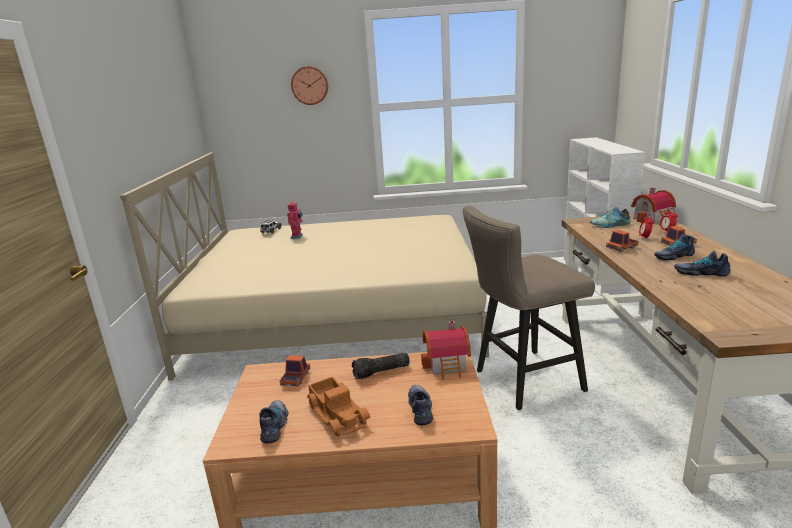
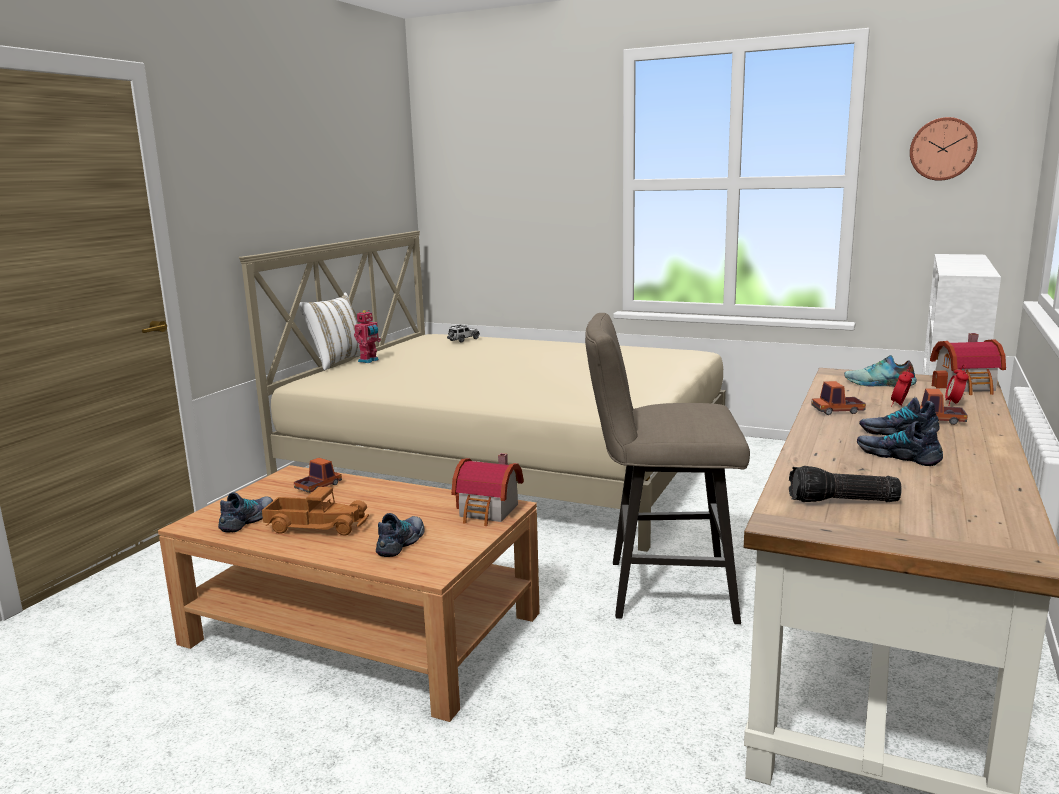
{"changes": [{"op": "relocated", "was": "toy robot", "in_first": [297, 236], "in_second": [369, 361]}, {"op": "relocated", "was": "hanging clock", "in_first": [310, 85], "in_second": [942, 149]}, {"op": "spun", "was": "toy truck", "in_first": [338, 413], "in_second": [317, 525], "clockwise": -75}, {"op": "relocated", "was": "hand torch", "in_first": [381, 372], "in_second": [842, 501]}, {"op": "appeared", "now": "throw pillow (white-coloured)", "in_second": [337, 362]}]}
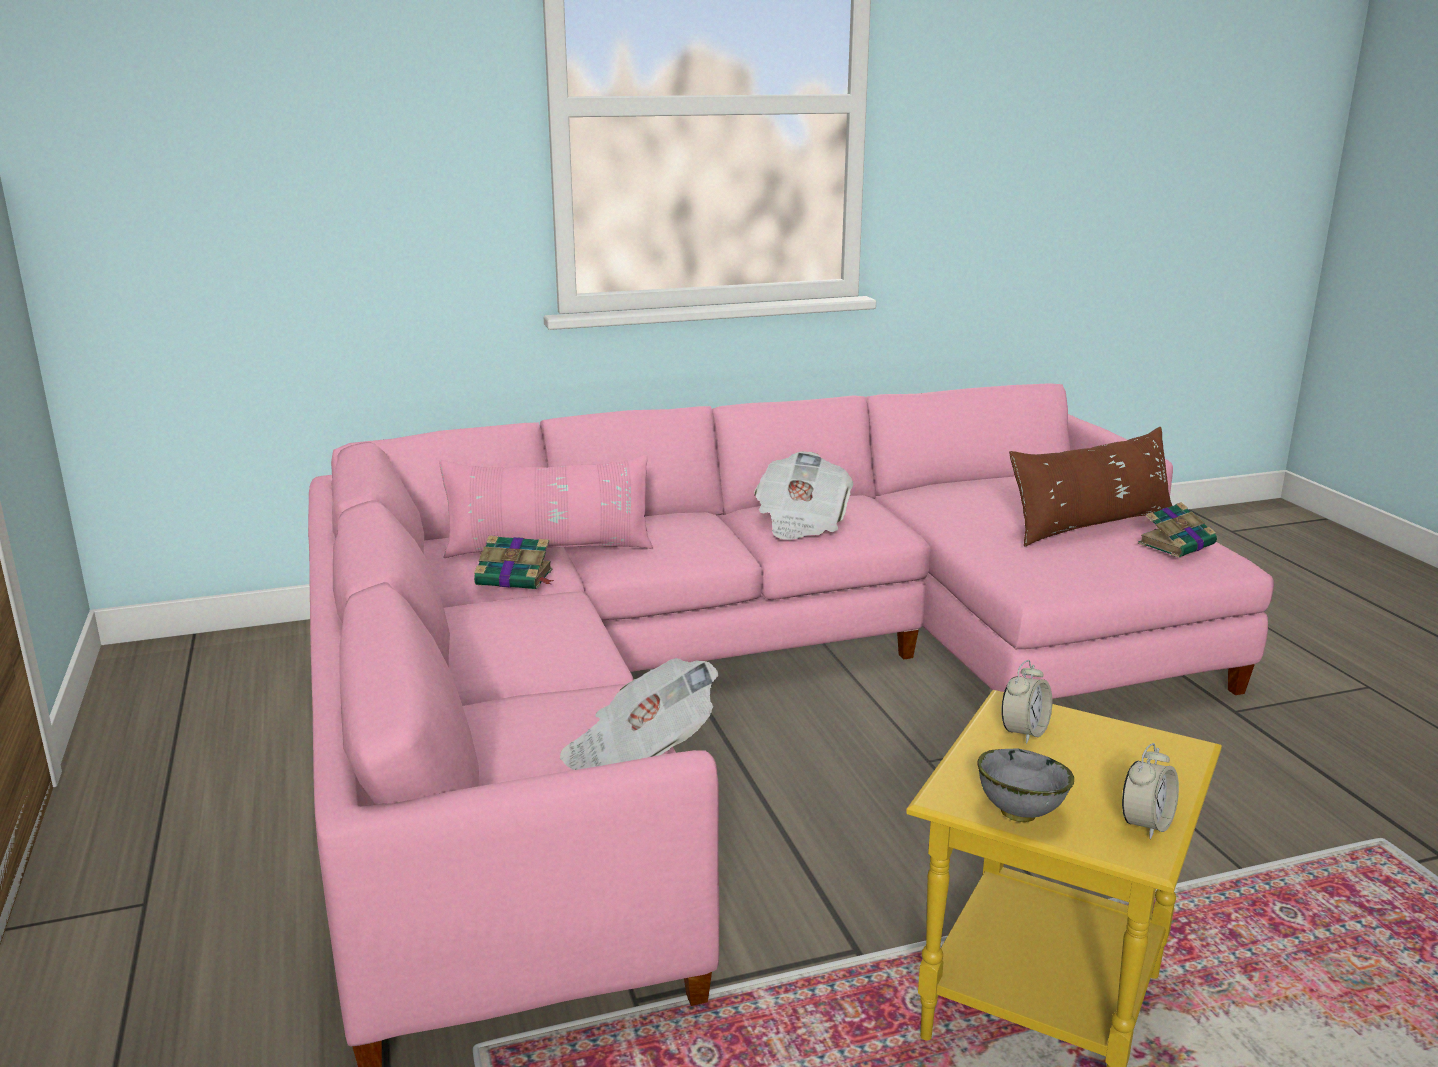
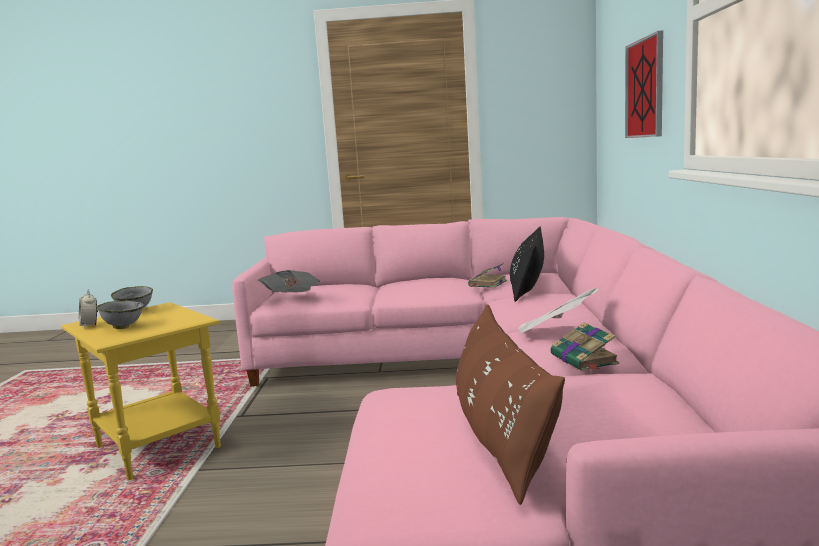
{"changes": [{"op": "colour", "was": "throw pillow (pink)", "now": "throw pillow (blackish)", "in_first": [549, 548], "in_second": [527, 287]}, {"op": "missing", "was": "bedside clock", "in_first": [1024, 732]}, {"op": "relocated", "was": "bound book", "in_first": [1177, 544], "in_second": [584, 360]}, {"op": "appeared", "now": "deep dish (gray)", "in_second": [123, 327]}, {"op": "appeared", "now": "wall picture", "in_second": [644, 88]}]}
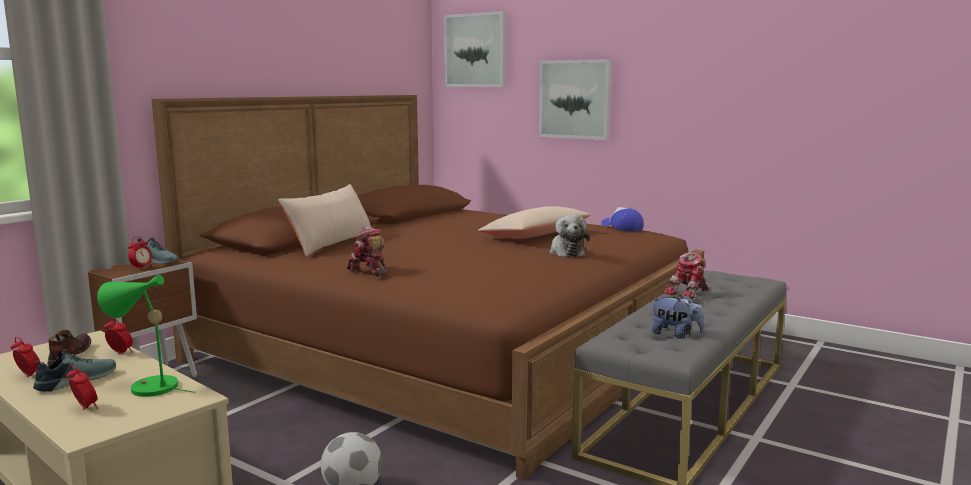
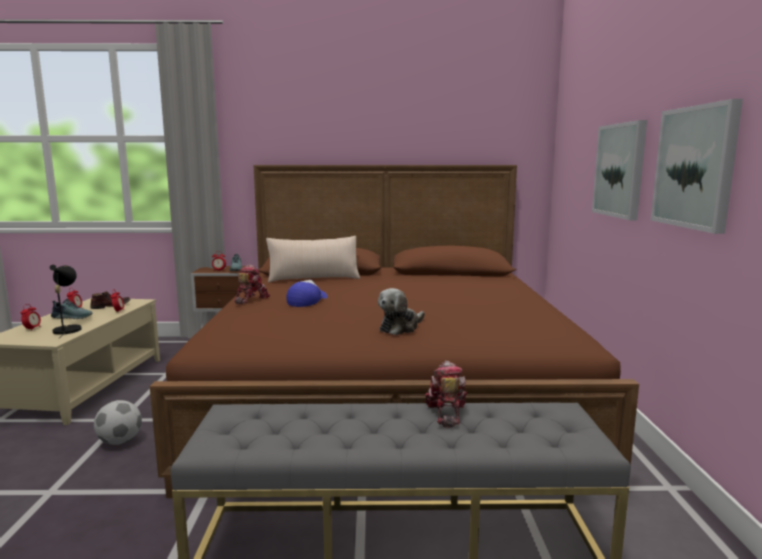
{"changes": [{"op": "colour", "was": "table lamp (green-coloured)", "now": "table lamp (blackish)", "in_first": [147, 387], "in_second": [67, 329]}, {"op": "relocated", "was": "wall picture", "in_first": [476, 50], "in_second": [695, 167]}, {"op": "missing", "was": "throw pillow (sand-coloured)", "in_first": [536, 235]}, {"op": "relocated", "was": "baseball cap", "in_first": [621, 227], "in_second": [307, 301]}, {"op": "missing", "was": "soft toy", "in_first": [676, 334]}, {"op": "spun", "was": "toy robot", "in_first": [689, 293], "in_second": [445, 413], "clockwise": 75}]}
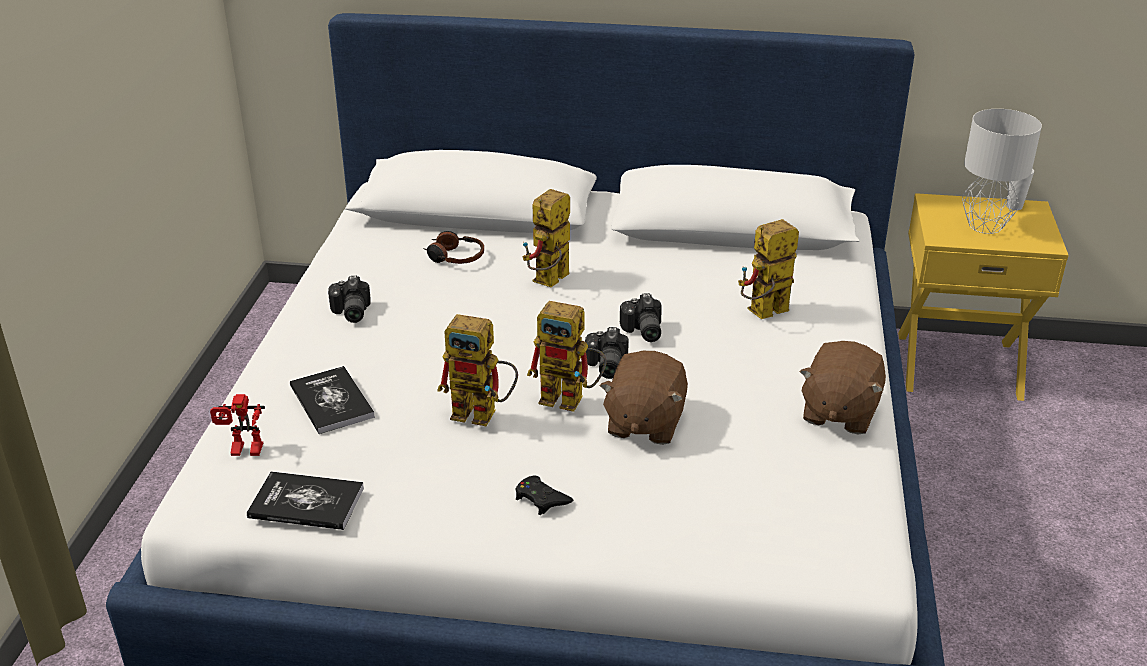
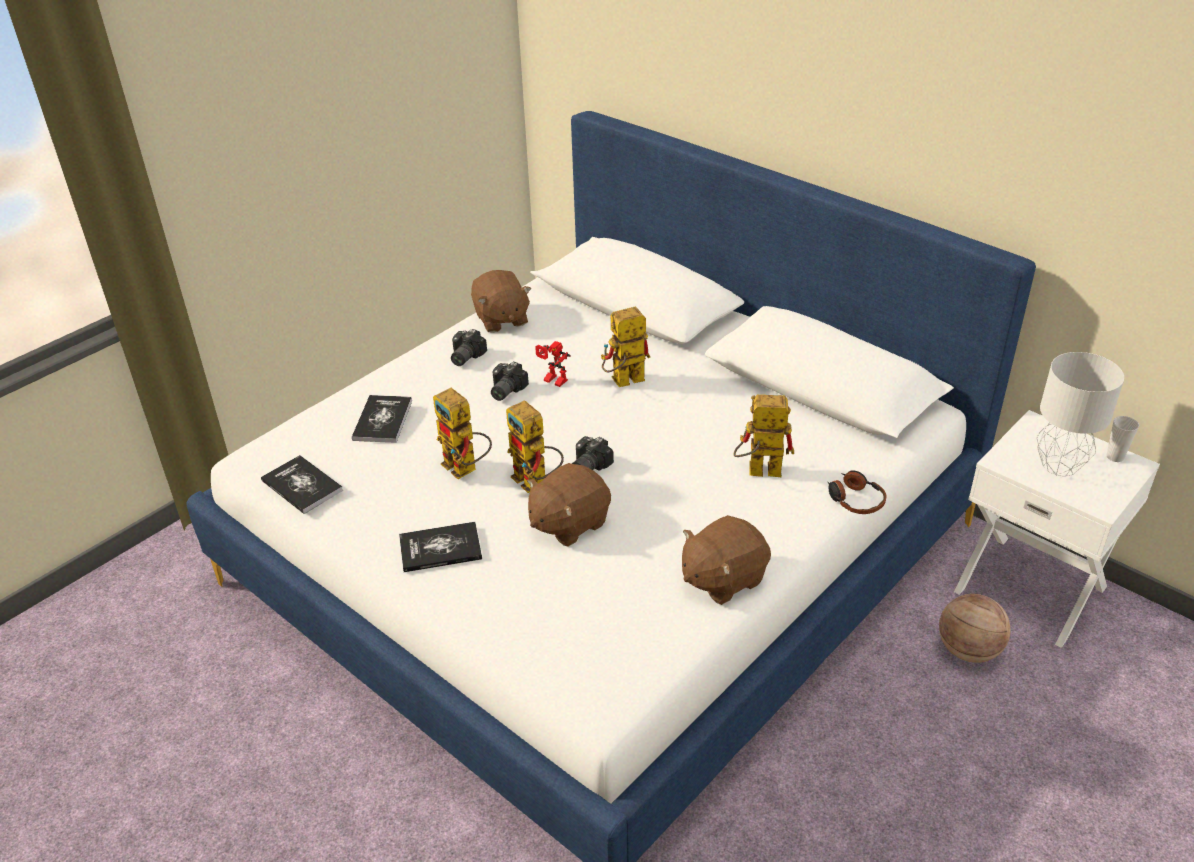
{"changes": [{"op": "relocated", "was": "toy robot", "in_first": [244, 452], "in_second": [552, 381]}, {"op": "relocated", "was": "pair of headphones", "in_first": [455, 257], "in_second": [855, 500]}, {"op": "exchanged", "was": "gamepad (blackish)", "now": "bound book", "in_first": [541, 499], "in_second": [440, 548]}, {"op": "relocated", "was": "still camera", "in_first": [642, 331], "in_second": [504, 390]}, {"op": "colour", "was": "bedside table (yellow-coloured)", "now": "bedside table (white-coloured)", "in_first": [958, 364], "in_second": [1031, 588]}, {"op": "appeared", "now": "soft toy (brown-coloured)", "in_second": [501, 319]}, {"op": "appeared", "now": "ball for basketball", "in_second": [968, 650]}]}
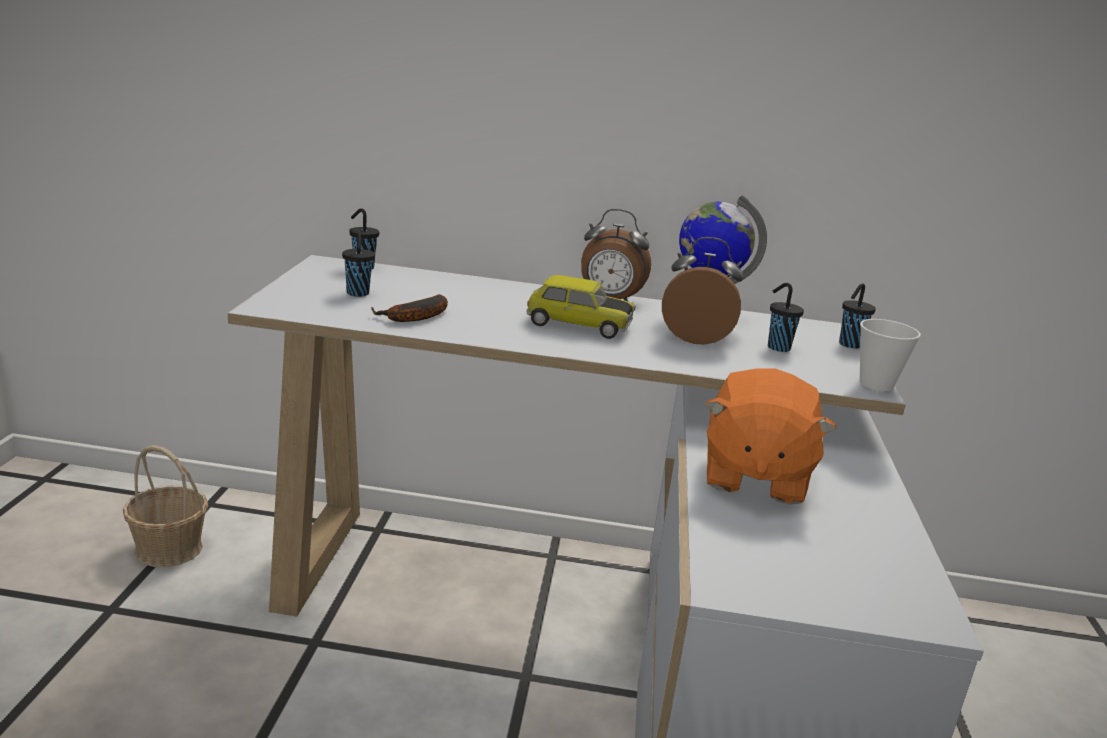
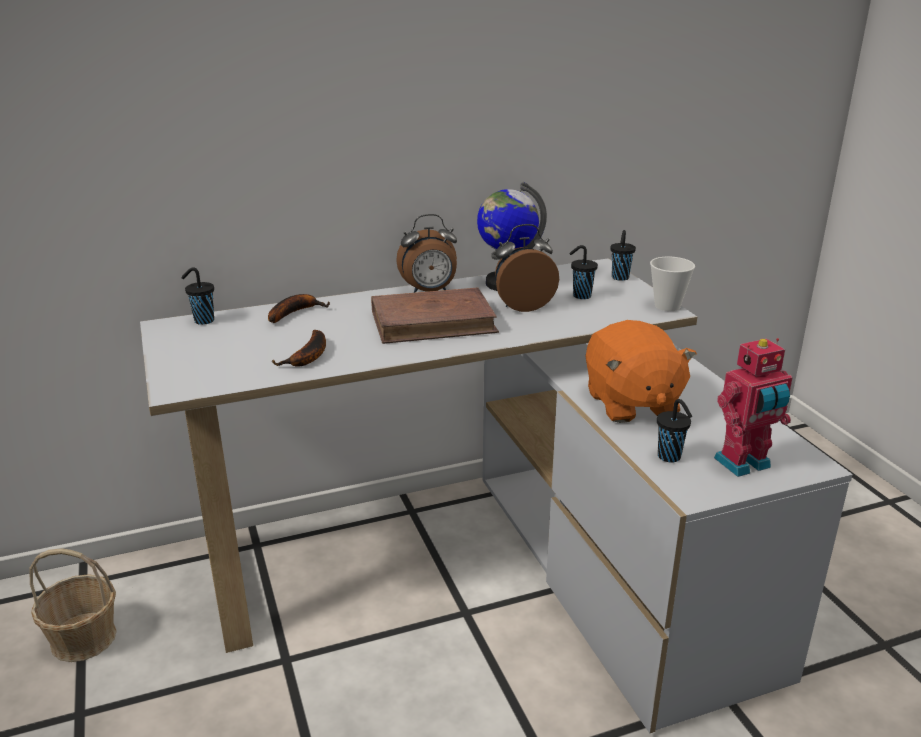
{"changes": [{"op": "relocated", "was": "cup (blackish)", "in_first": [358, 294], "in_second": [670, 457]}, {"op": "exchanged", "was": "model car", "now": "bound book (brown-coloured)", "in_first": [578, 325], "in_second": [433, 322]}, {"op": "appeared", "now": "whole banana", "in_second": [295, 312]}, {"op": "appeared", "now": "toy robot", "in_second": [744, 464]}]}
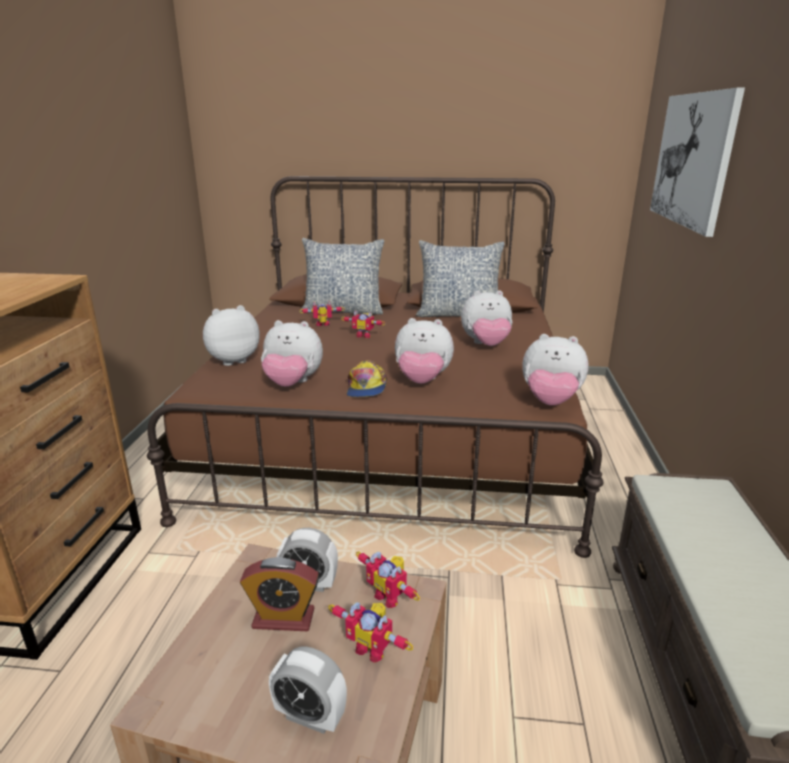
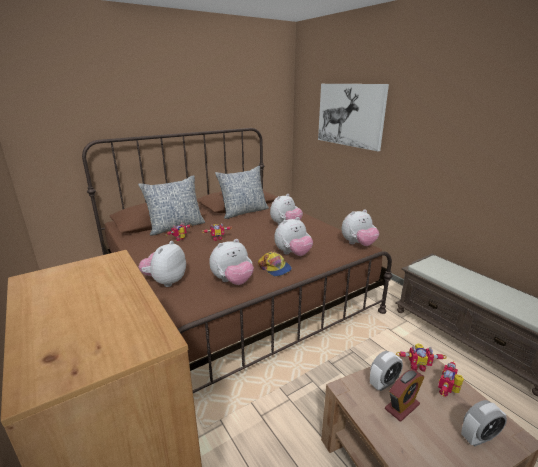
{"changes": [{"op": "spun", "was": "toy robot", "in_first": [372, 648], "in_second": [447, 392], "clockwise": 135}]}
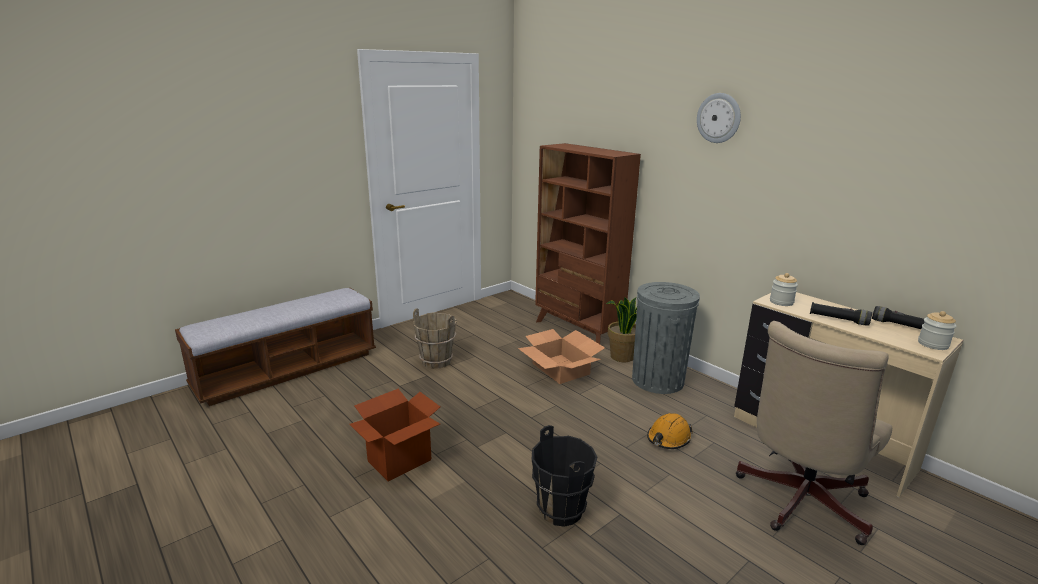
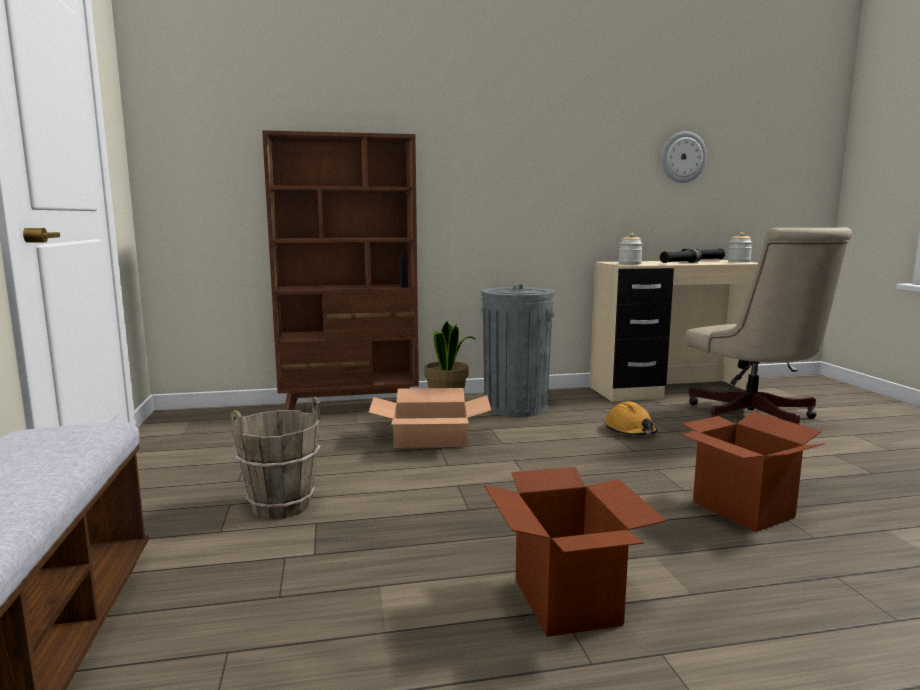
{"changes": [{"op": "exchanged", "was": "pail (blackish)", "now": "cardboard box", "in_first": [561, 510], "in_second": [742, 509]}, {"op": "relocated", "was": "hanging clock", "in_first": [719, 118], "in_second": [683, 157]}]}
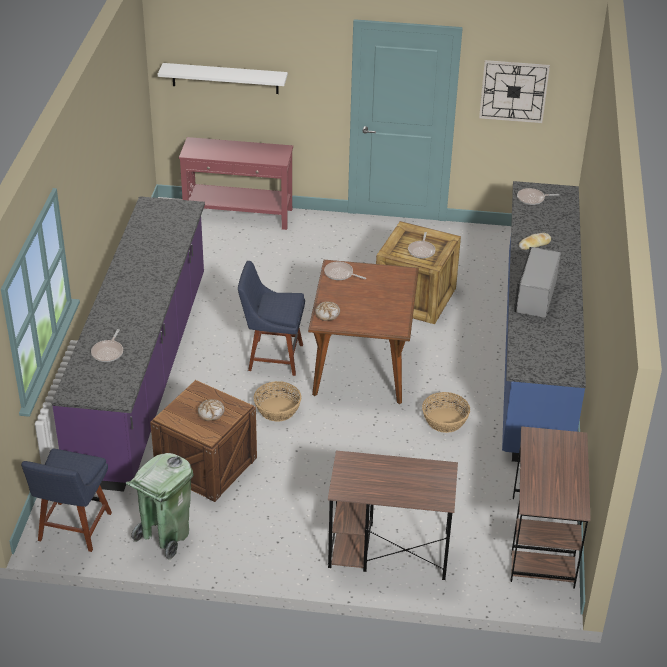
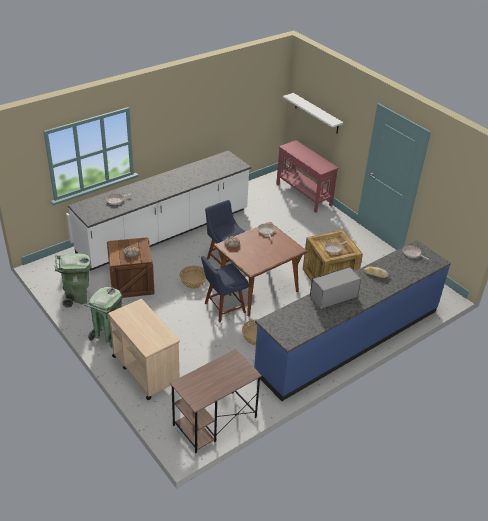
{"changes": [{"op": "relocated", "was": "chair (blue-coloured)", "in_first": [73, 529], "in_second": [223, 308]}, {"op": "colour", "was": "counter (purple-coloured)", "now": "counter (white-coloured)", "in_first": [143, 374], "in_second": [165, 232]}, {"op": "exchanged", "was": "desk table (brown-coloured)", "now": "cart (sand-coloured)", "in_first": [388, 550], "in_second": [145, 369]}, {"op": "missing", "was": "hanging clock", "in_first": [513, 91]}, {"op": "appeared", "now": "waste bin (green-coloured)", "in_second": [107, 336]}]}
